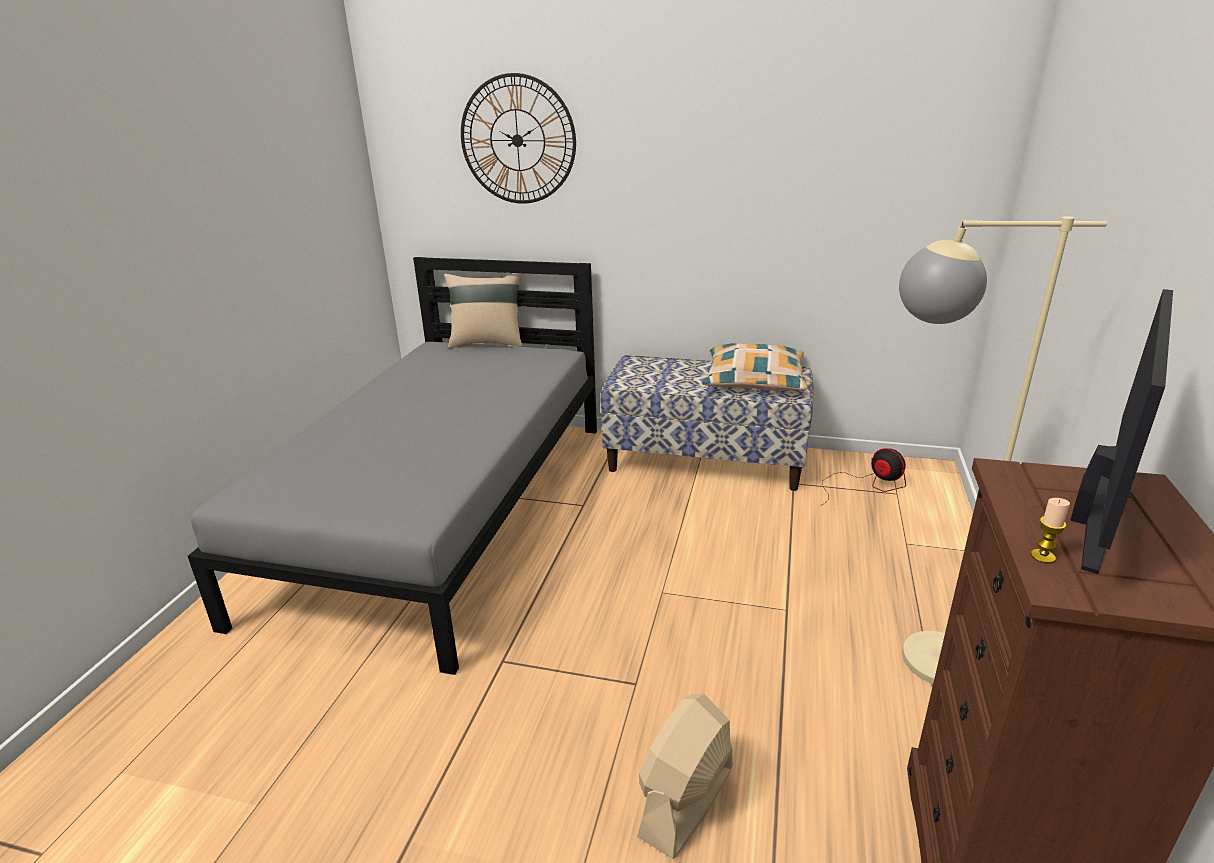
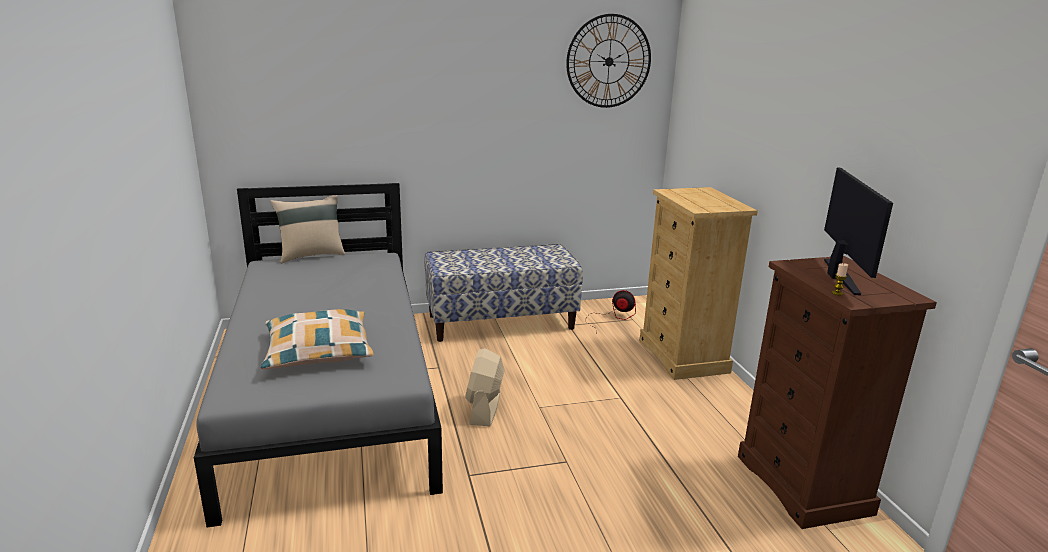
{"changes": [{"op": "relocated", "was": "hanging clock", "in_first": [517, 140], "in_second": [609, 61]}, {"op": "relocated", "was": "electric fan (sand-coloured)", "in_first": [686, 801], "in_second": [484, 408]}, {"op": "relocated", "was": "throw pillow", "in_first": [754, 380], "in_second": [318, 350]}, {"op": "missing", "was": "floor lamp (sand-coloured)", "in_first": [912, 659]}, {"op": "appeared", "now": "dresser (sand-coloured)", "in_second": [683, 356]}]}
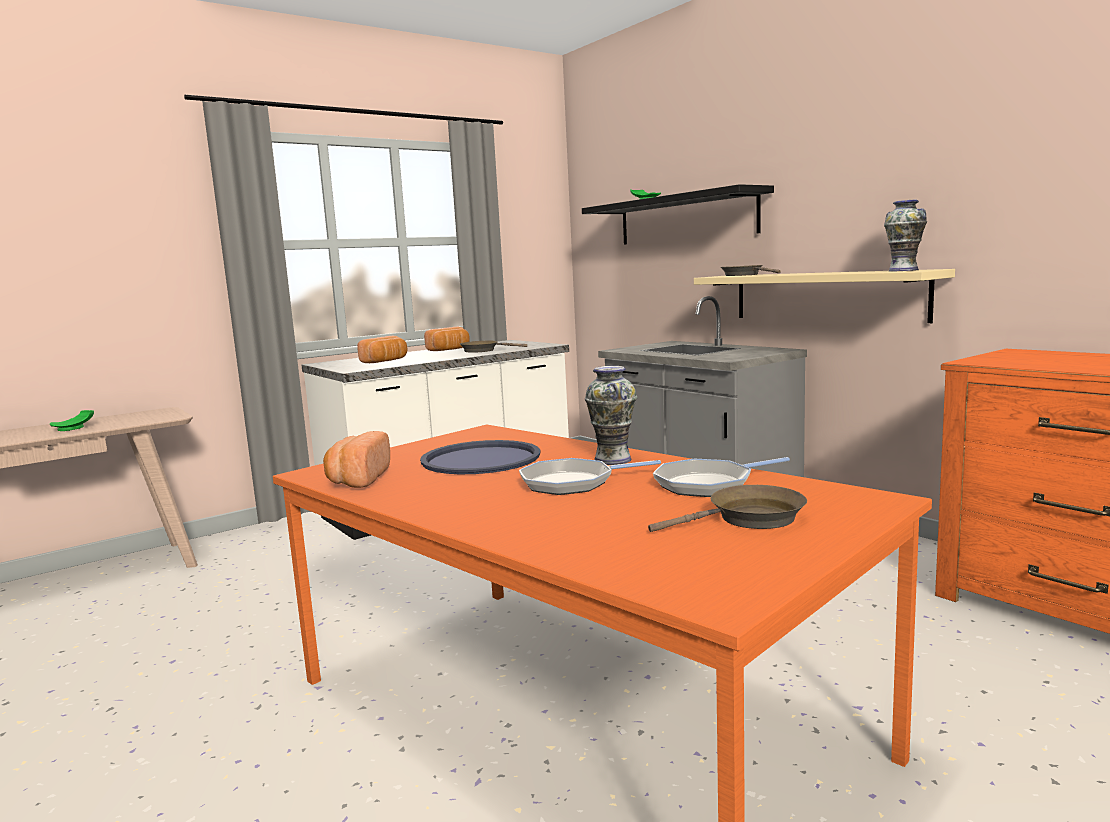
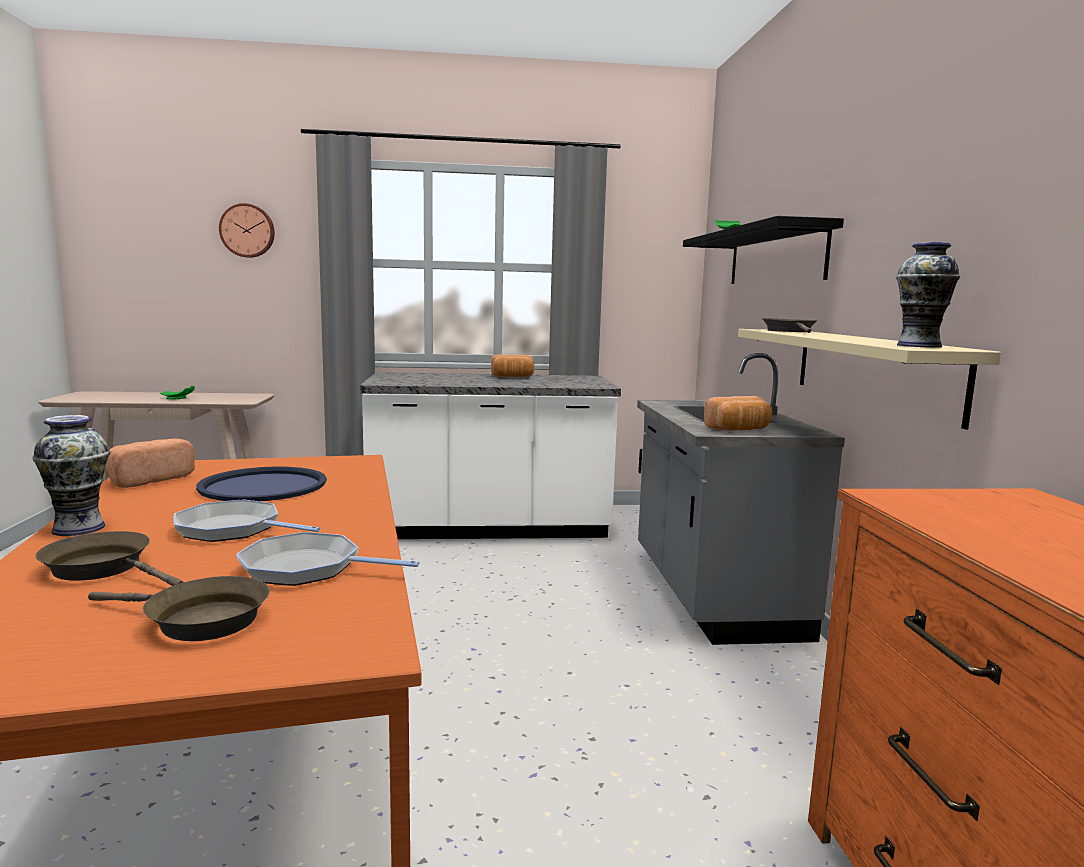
{"changes": [{"op": "relocated", "was": "bakery bread", "in_first": [386, 361], "in_second": [739, 430]}, {"op": "relocated", "was": "frying pan (brown-coloured)", "in_first": [483, 350], "in_second": [104, 568]}, {"op": "relocated", "was": "decorative vase", "in_first": [612, 460], "in_second": [78, 528]}, {"op": "appeared", "now": "hanging clock", "in_second": [247, 231]}]}
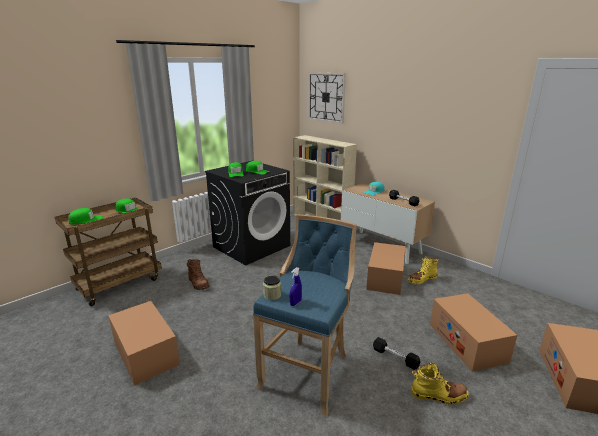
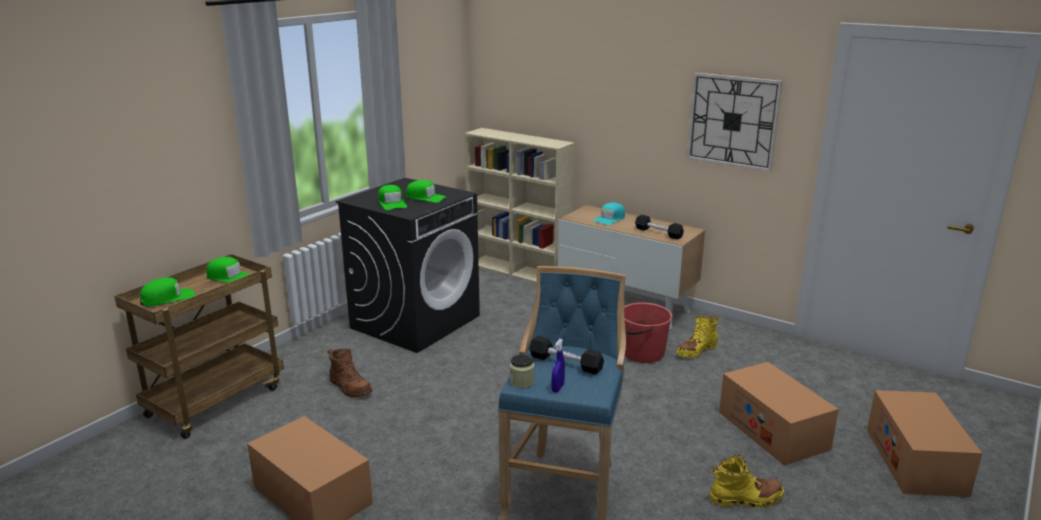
{"changes": [{"op": "relocated", "was": "hanging clock", "in_first": [326, 97], "in_second": [732, 121]}, {"op": "exchanged", "was": "cardboard box", "now": "pail (red)", "in_first": [385, 278], "in_second": [642, 353]}, {"op": "relocated", "was": "free weight (blackish)", "in_first": [395, 357], "in_second": [565, 363]}]}
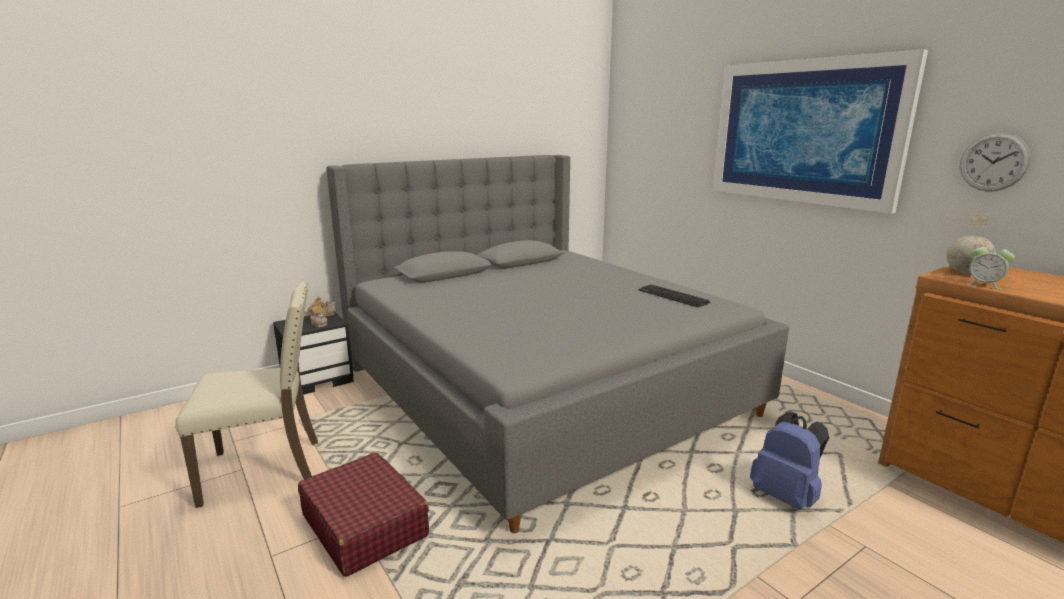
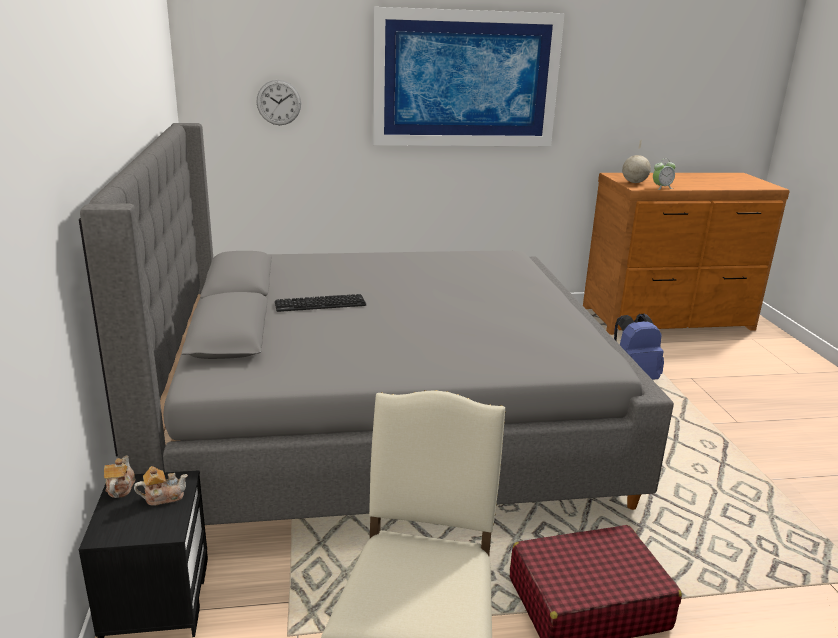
{"changes": [{"op": "relocated", "was": "PC keyboard", "in_first": [673, 296], "in_second": [320, 304]}, {"op": "relocated", "was": "hanging clock", "in_first": [993, 162], "in_second": [278, 102]}]}
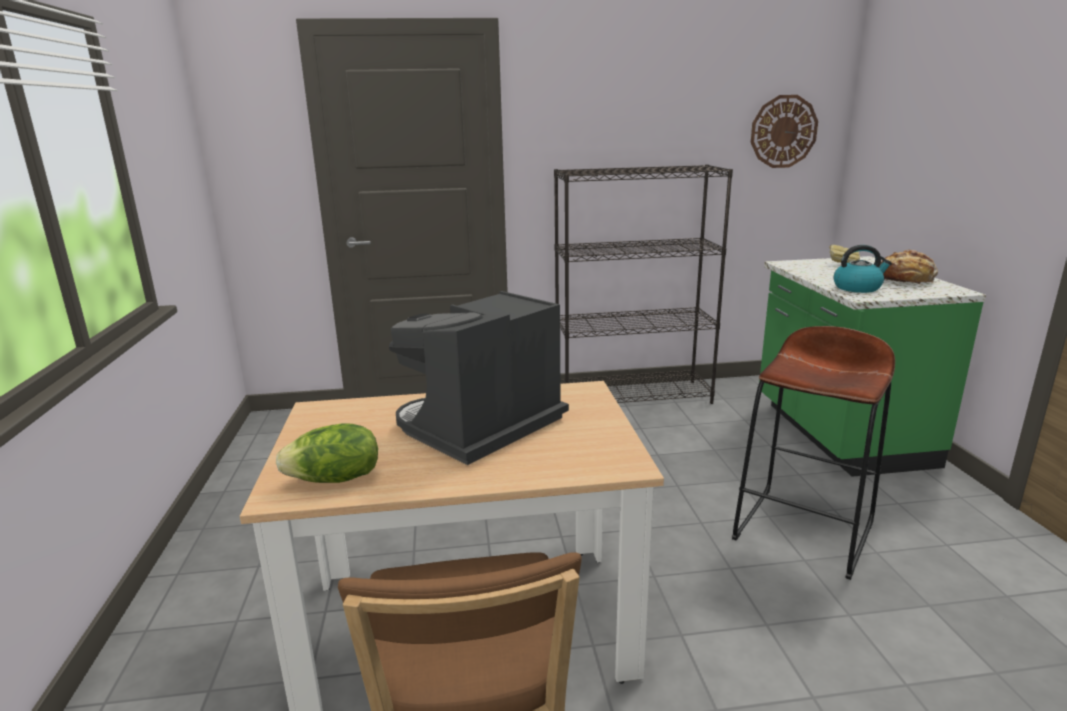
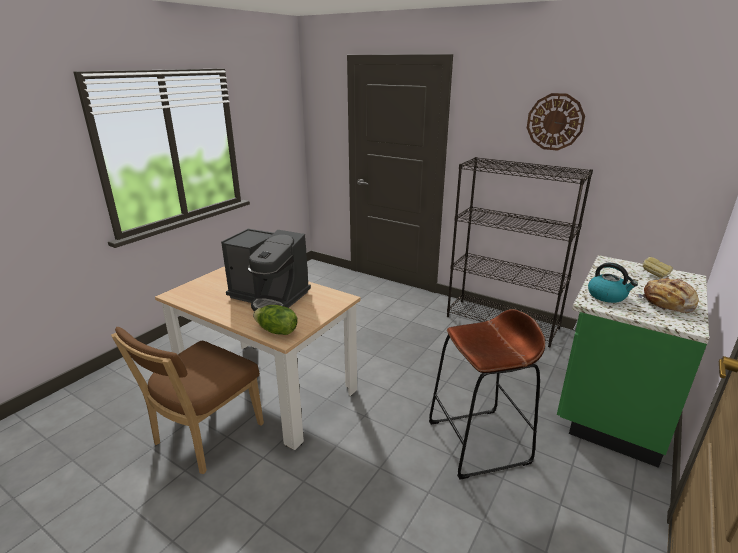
{"changes": [{"op": "relocated", "was": "lettuce", "in_first": [335, 479], "in_second": [276, 331]}, {"op": "spun", "was": "coffee machine", "in_first": [480, 428], "in_second": [269, 297], "clockwise": -150}, {"op": "relocated", "was": "hanging clock", "in_first": [783, 131], "in_second": [555, 122]}]}
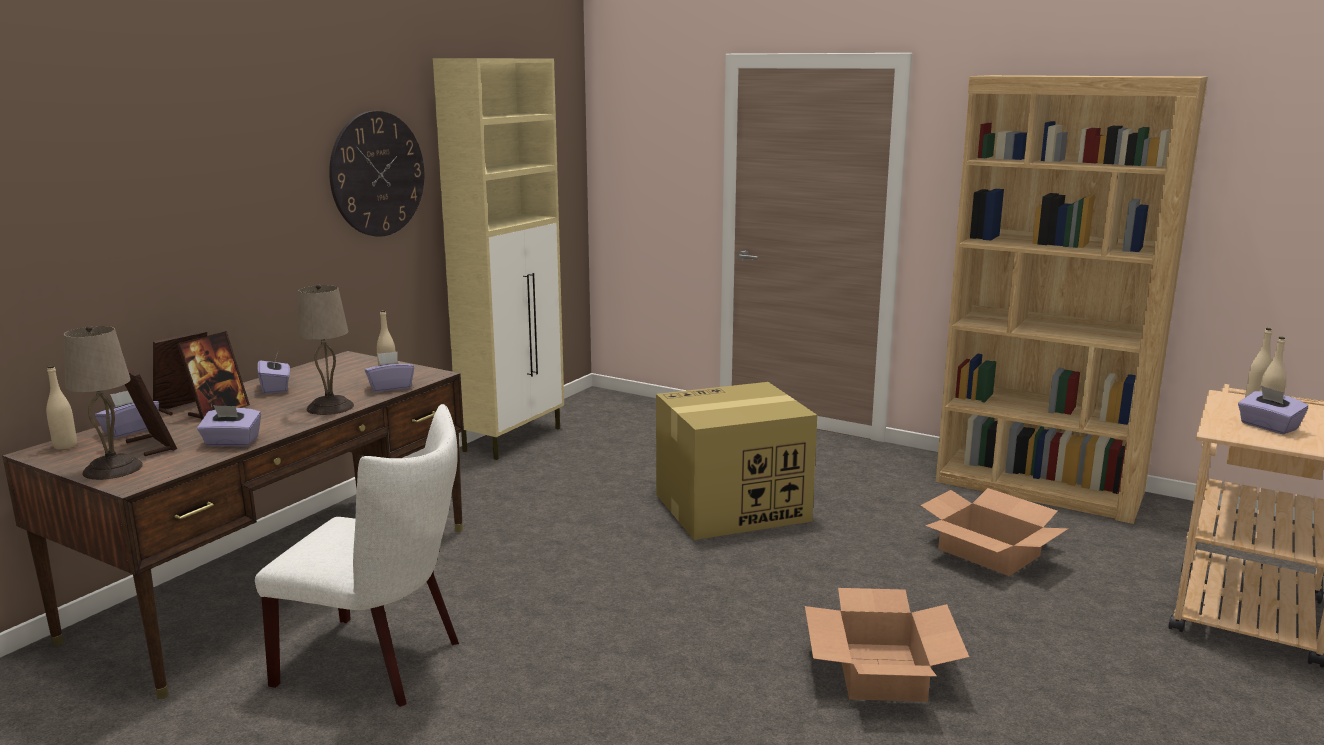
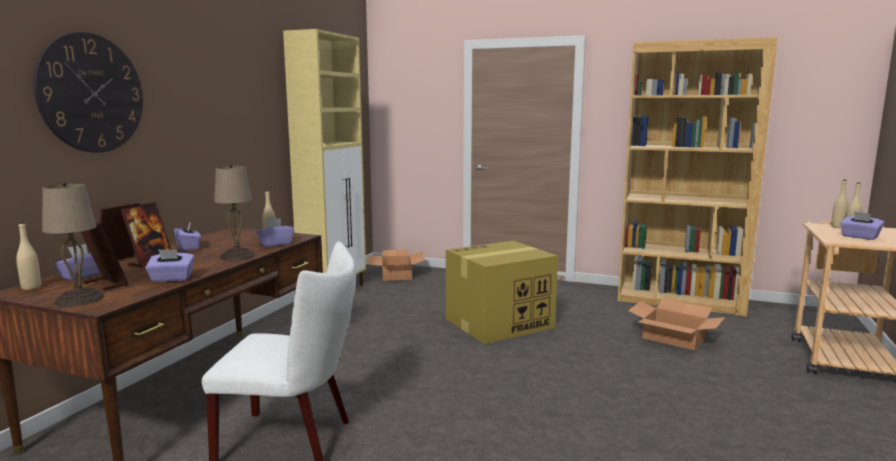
{"changes": [{"op": "relocated", "was": "hanging clock", "in_first": [377, 174], "in_second": [91, 93]}, {"op": "relocated", "was": "cardboard box", "in_first": [880, 672], "in_second": [396, 275]}]}
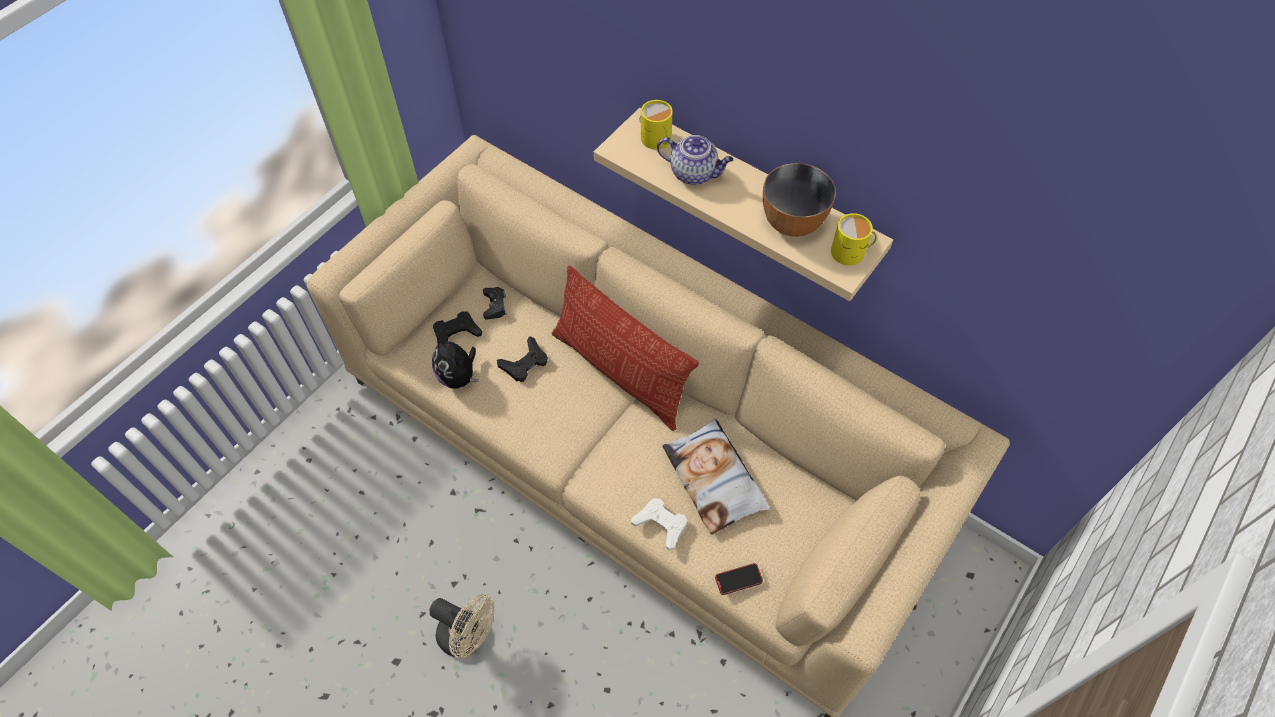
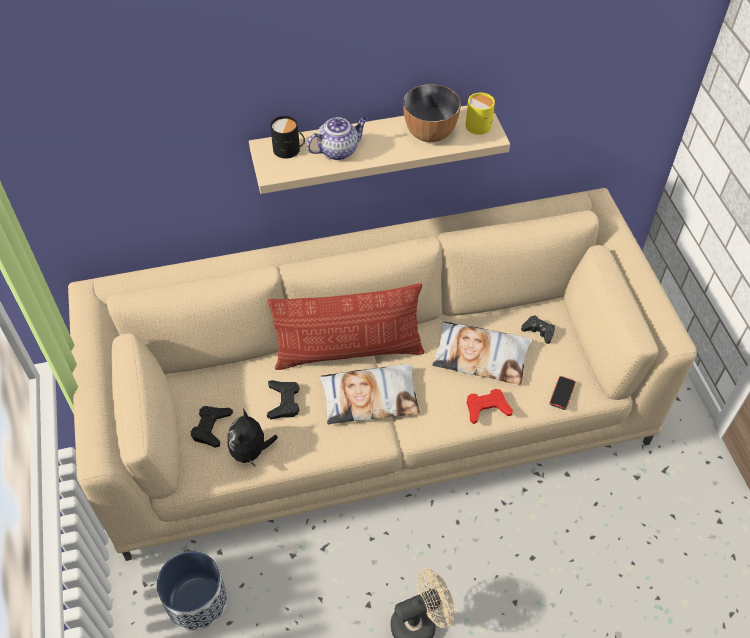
{"changes": [{"op": "spun", "was": "soft toy", "in_first": [459, 377], "in_second": [251, 451], "clockwise": 90}, {"op": "relocated", "was": "gamepad (blackish)", "in_first": [495, 305], "in_second": [538, 331]}, {"op": "colour", "was": "gamepad (white-coloured)", "now": "gamepad (red)", "in_first": [660, 524], "in_second": [487, 408]}, {"op": "colour", "was": "tea mug (yellow-coloured)", "now": "tea mug (blackish)", "in_first": [657, 140], "in_second": [289, 150]}, {"op": "appeared", "now": "flower pot", "in_second": [196, 601]}, {"op": "appeared", "now": "throw pillow", "in_second": [370, 397]}]}
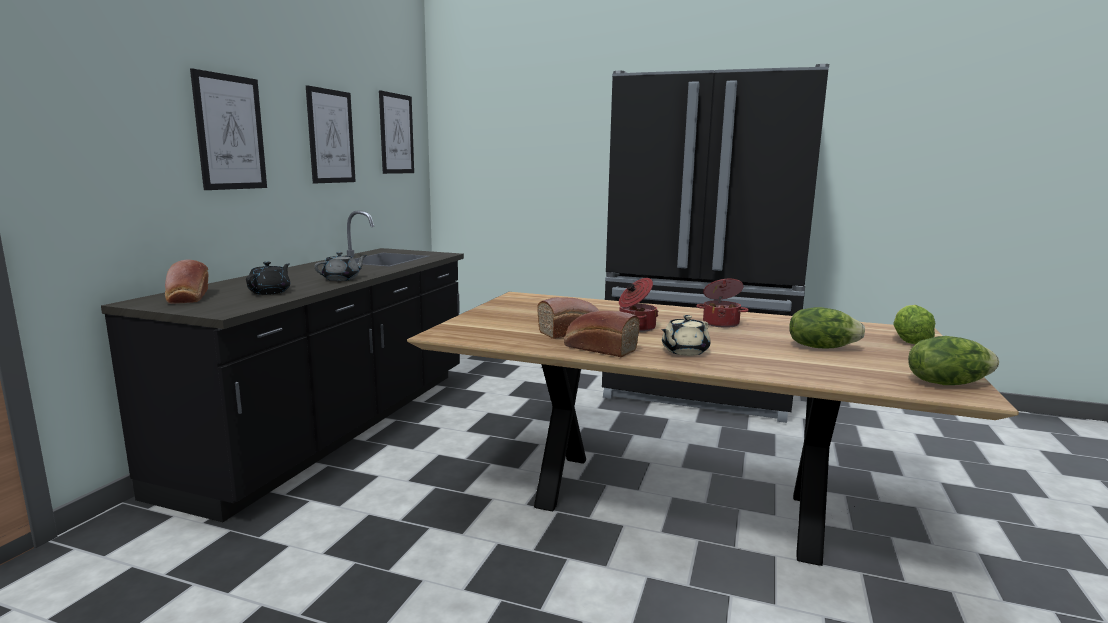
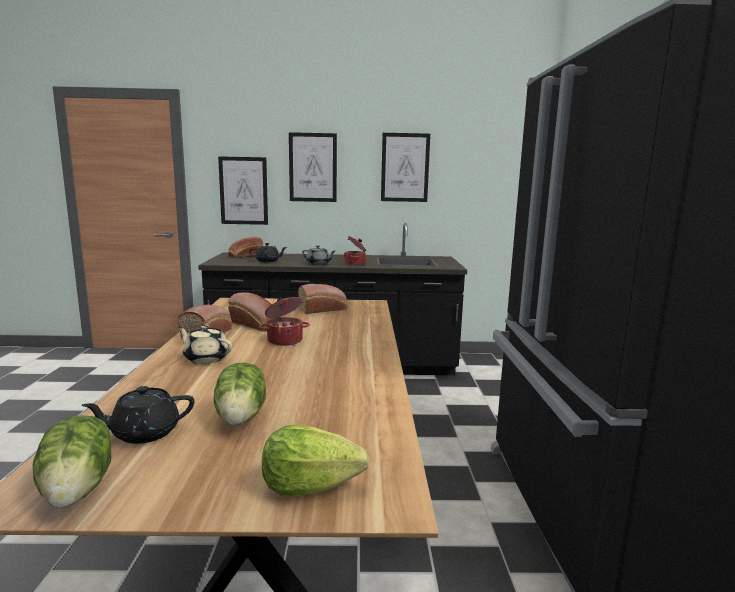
{"changes": [{"op": "relocated", "was": "wall picture", "in_first": [396, 134], "in_second": [243, 191]}, {"op": "relocated", "was": "cooking pot", "in_first": [721, 323], "in_second": [355, 264]}, {"op": "appeared", "now": "pot for tea (blackish)", "in_second": [144, 433]}, {"op": "appeared", "now": "bakery bread", "in_second": [324, 309]}]}
